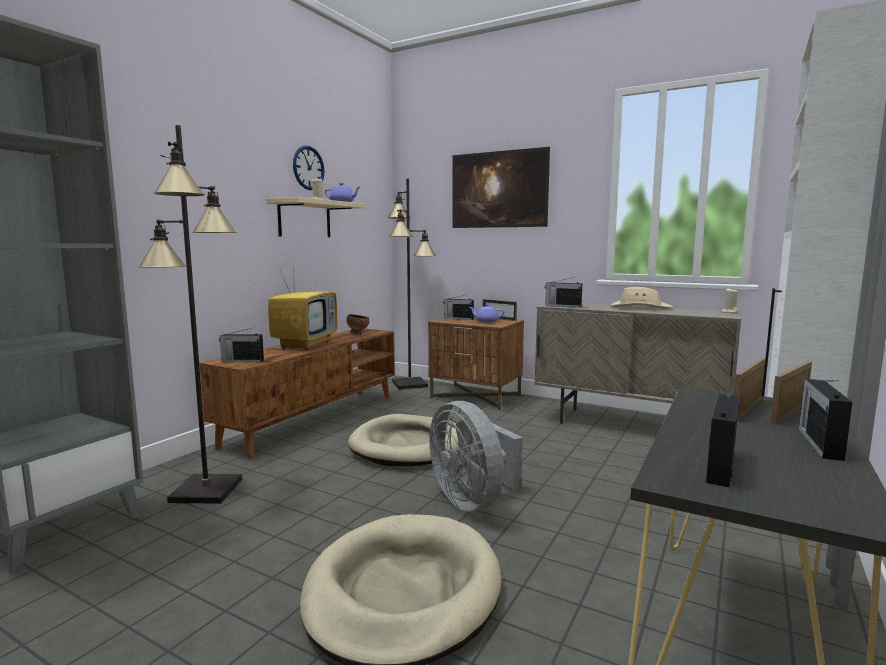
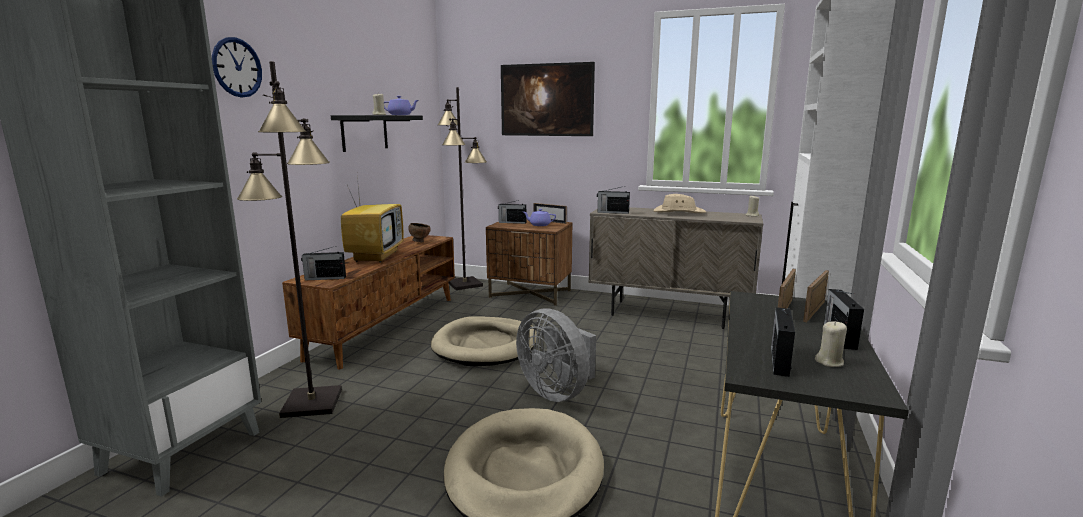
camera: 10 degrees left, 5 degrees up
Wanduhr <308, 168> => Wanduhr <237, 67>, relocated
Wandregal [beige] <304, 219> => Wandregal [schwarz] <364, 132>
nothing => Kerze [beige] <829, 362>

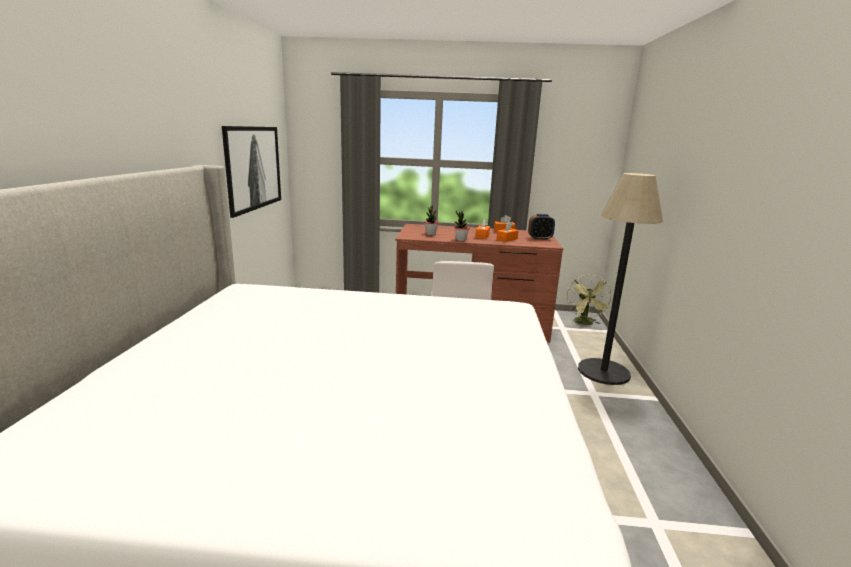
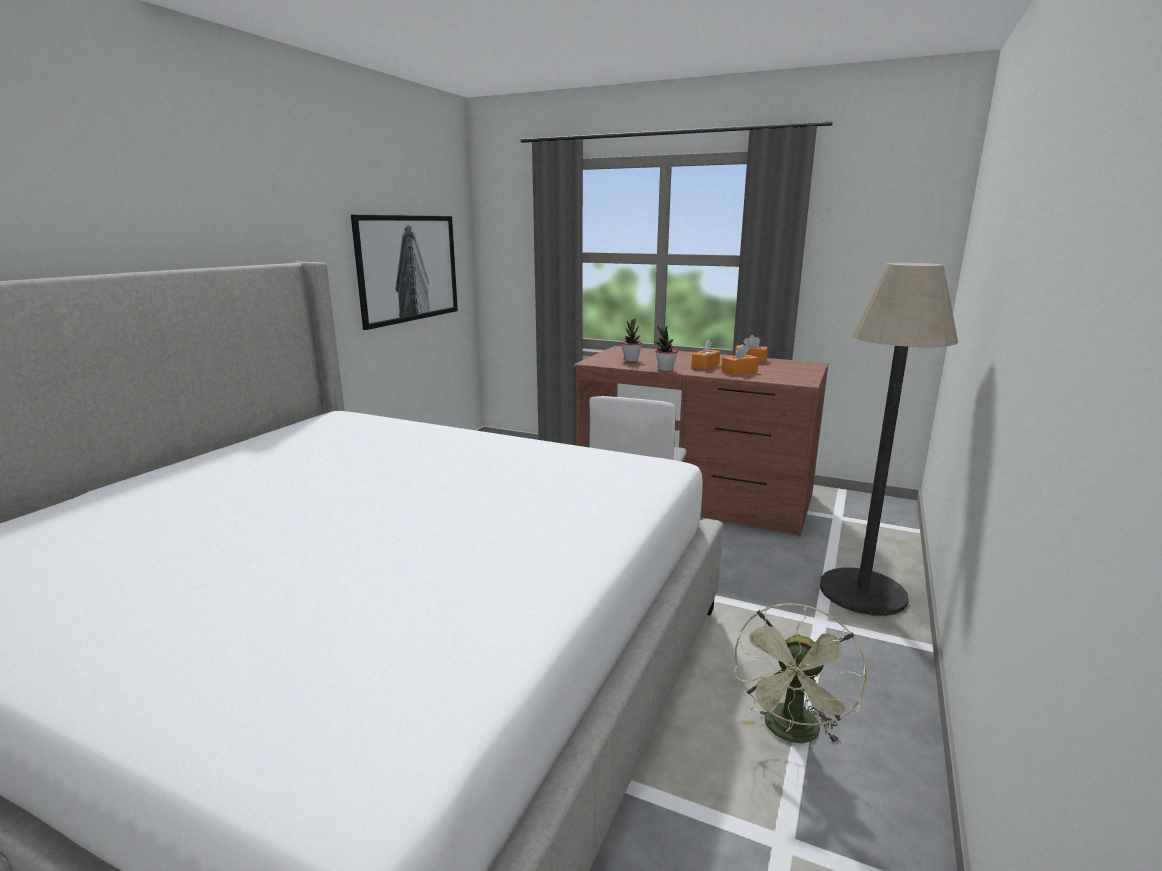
camera: 20 degrees right, 0 degrees up
Wecker <540, 238> => nothing
Ventilator [grün] <585, 323> => Ventilator [grün] <792, 734>, relocated

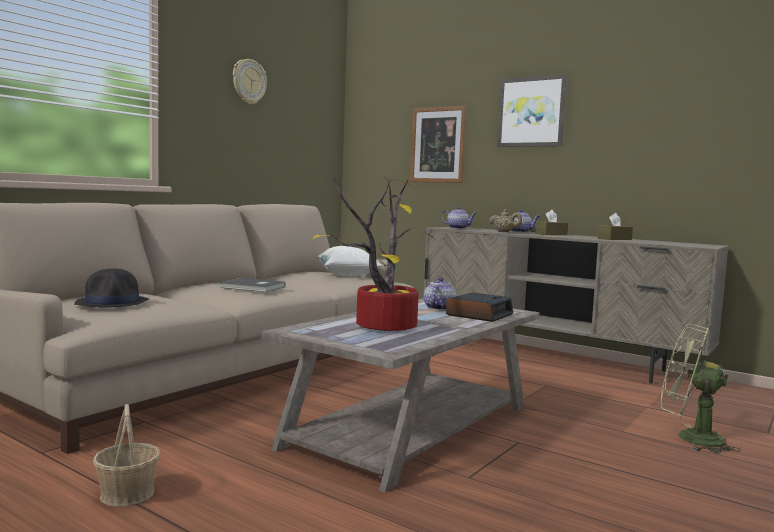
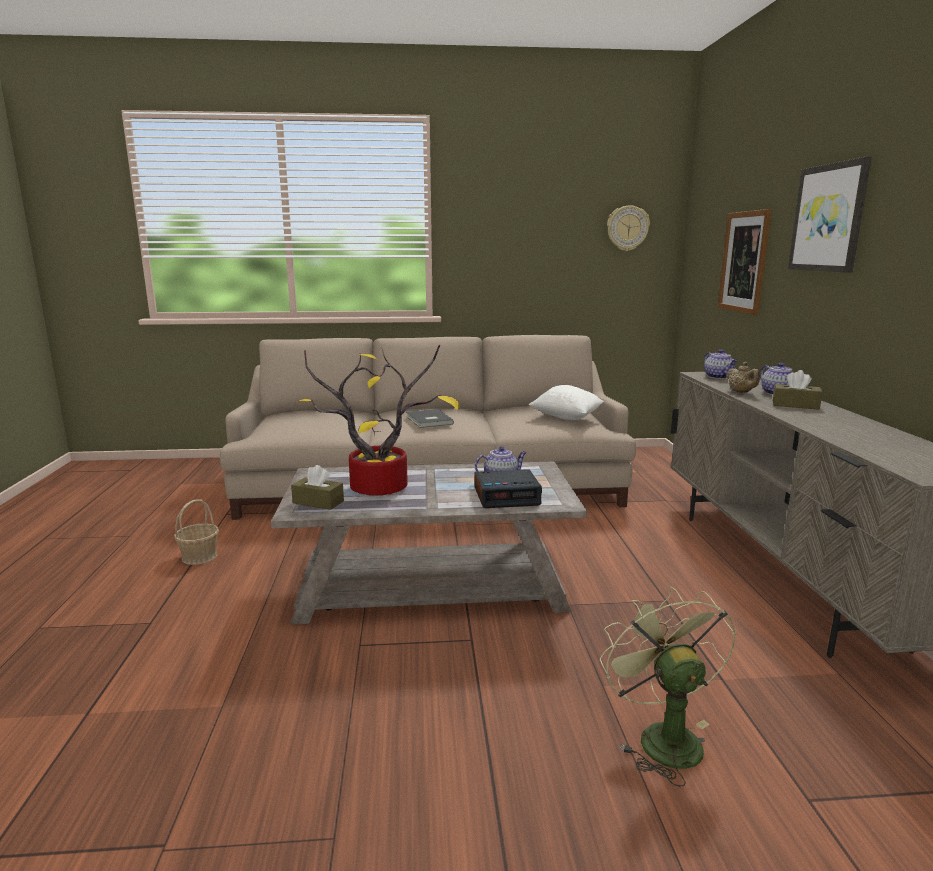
camera: 50 degrees right, 10 degrees up
Wanduhr <248, 81> => Wanduhr <627, 228>, relocated
Taschentuchbox [braun] <614, 239> => Taschentuchbox [braun] <318, 502>, relocated
Hut [schwarz] <113, 303> => nothing

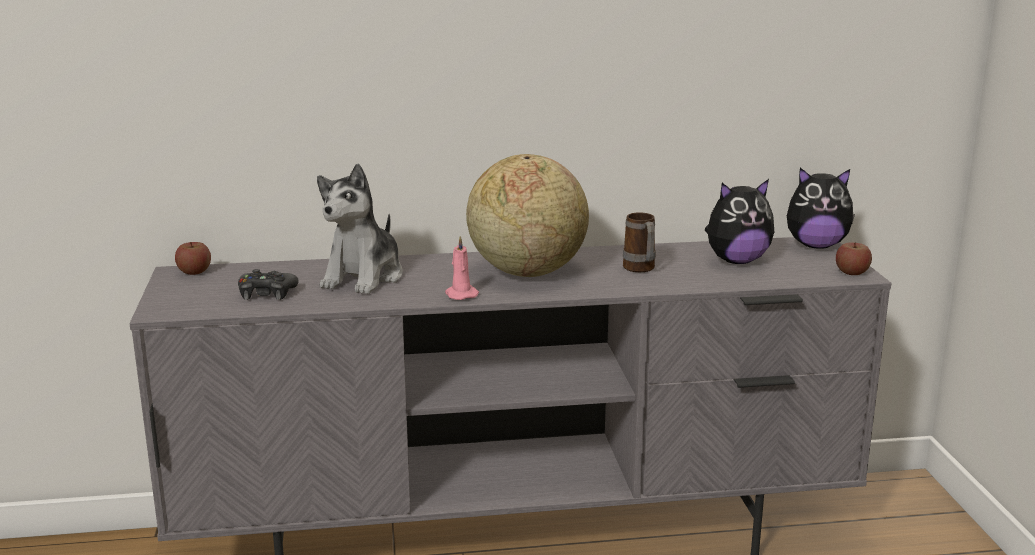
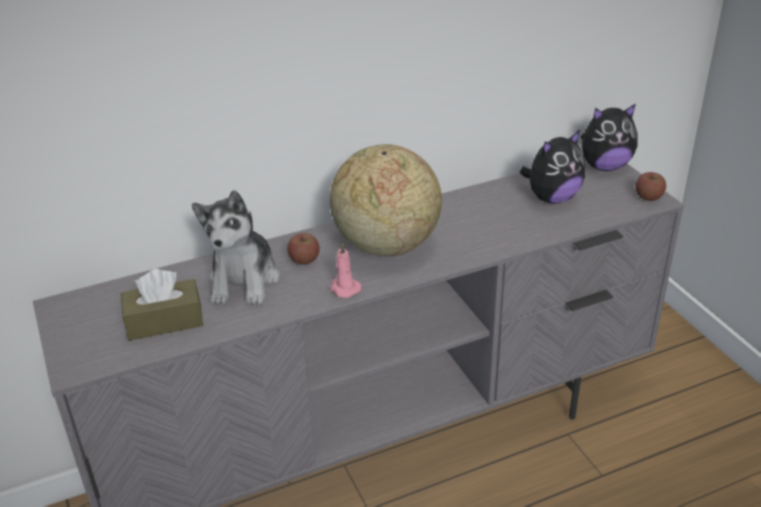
camera: 15 degrees left, 15 degrees up
Henkelbecher <640, 269> => nothing
Apfel <194, 271> => Apfel <304, 259>, relocated
Gamepad [schwarz] <266, 293> => Taschentuchbox [braun] <164, 321>

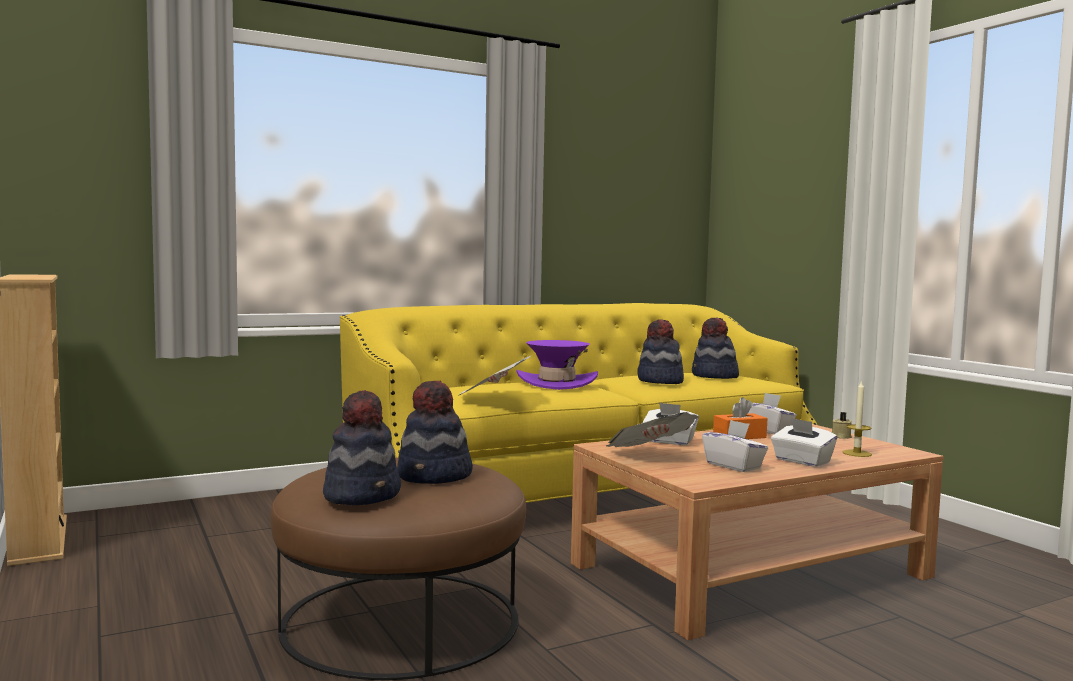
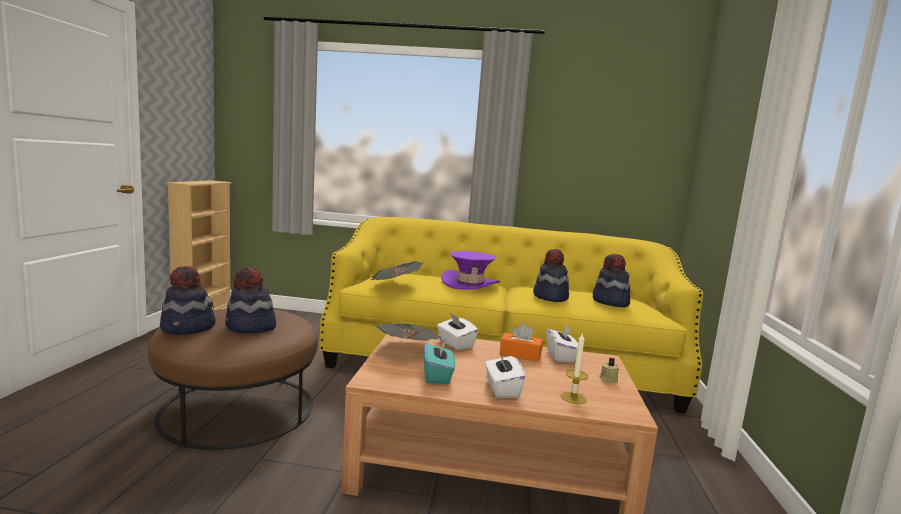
camera: 35 degrees right, 5 degrees up
Taschentuchbox [weiß] <734, 466> => Taschentuchbox [türkis] <437, 376>

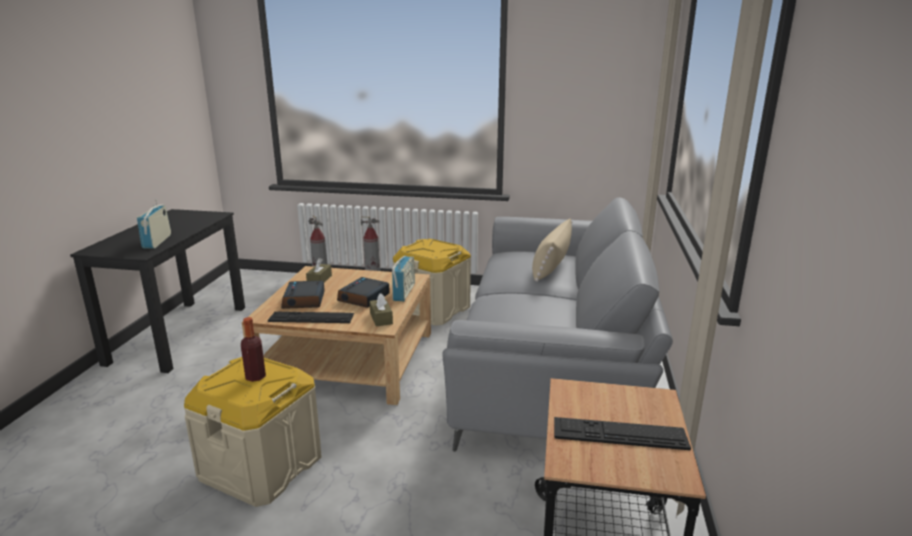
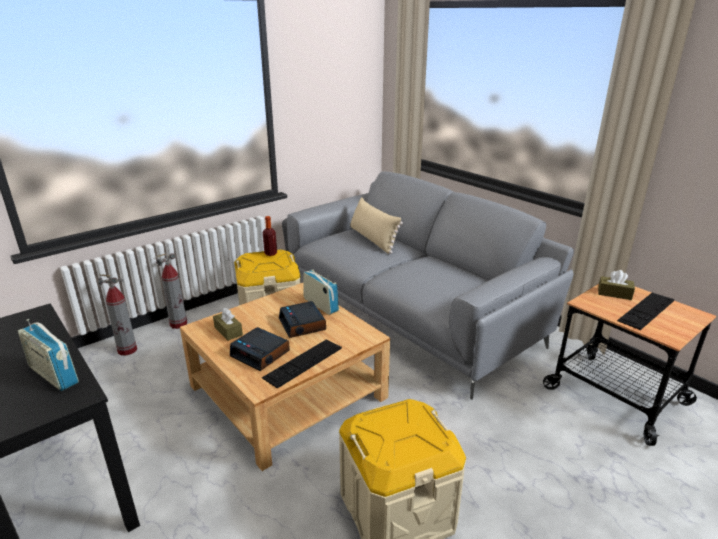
camera: 50 degrees left, 5 degrees up
Taschentuchbox [braun] <381, 318> => Taschentuchbox [braun] <614, 293>, relocated
Flasche <255, 377> => Flasche <270, 253>, relocated

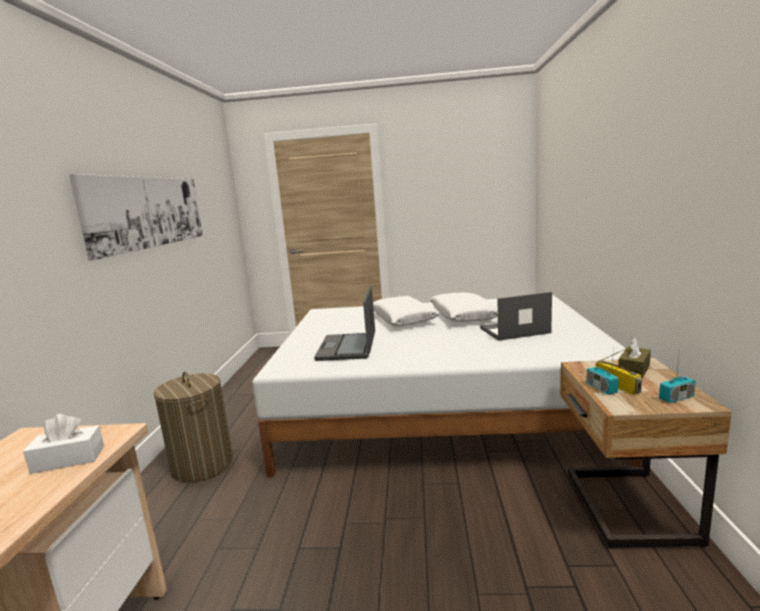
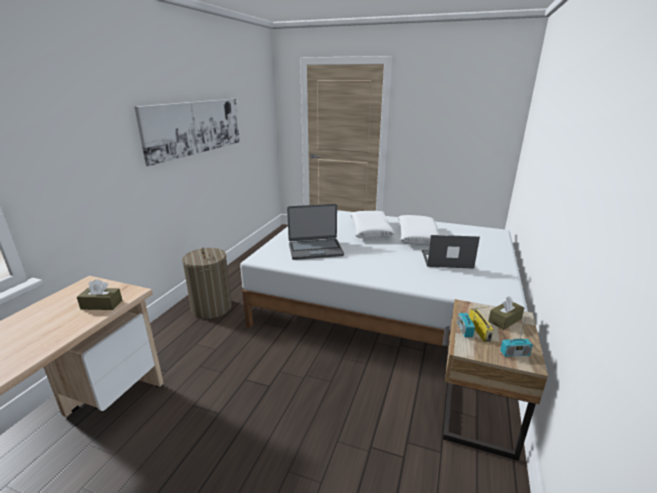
camera: 15 degrees right, 10 degrees up
Laptop <348, 348> => Laptop <315, 249>, 120 degrees counterclockwise
Taschentuchbox [weiß] <68, 459> => Taschentuchbox [braun] <101, 305>

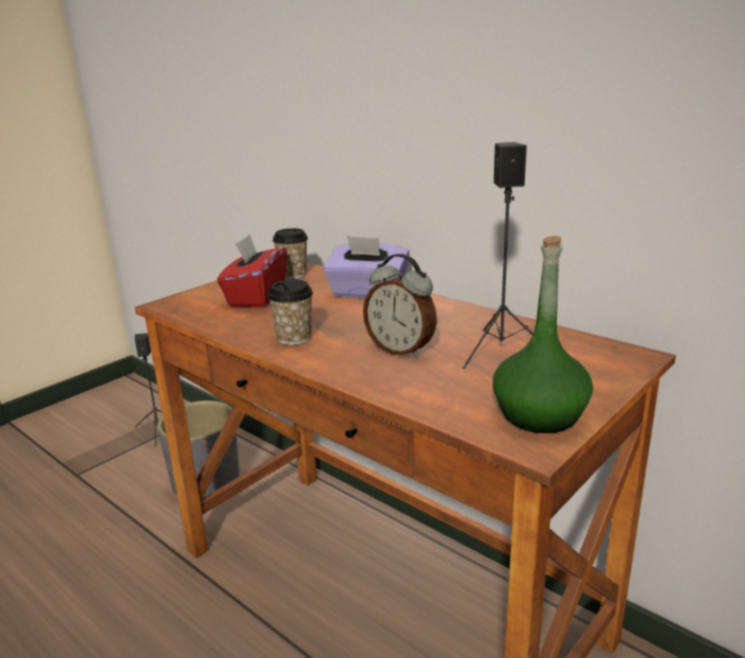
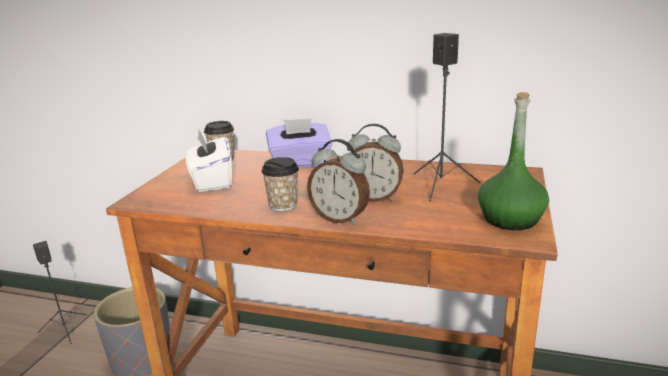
camera: 25 degrees left, 0 degrees up
Taschentuchbox [rot] <256, 296> => Taschentuchbox [weiß] <212, 181>
nothing => Wecker <340, 218>

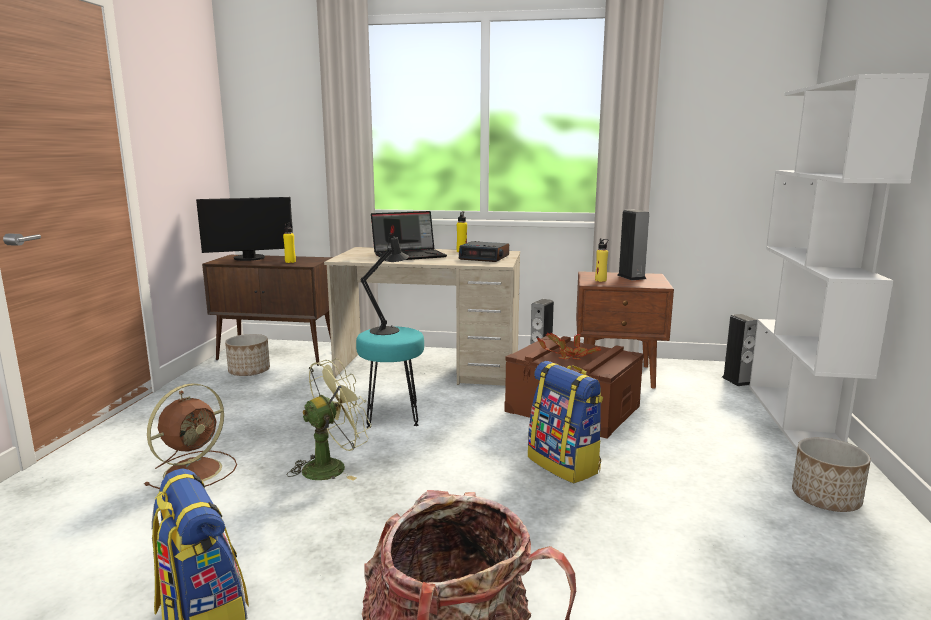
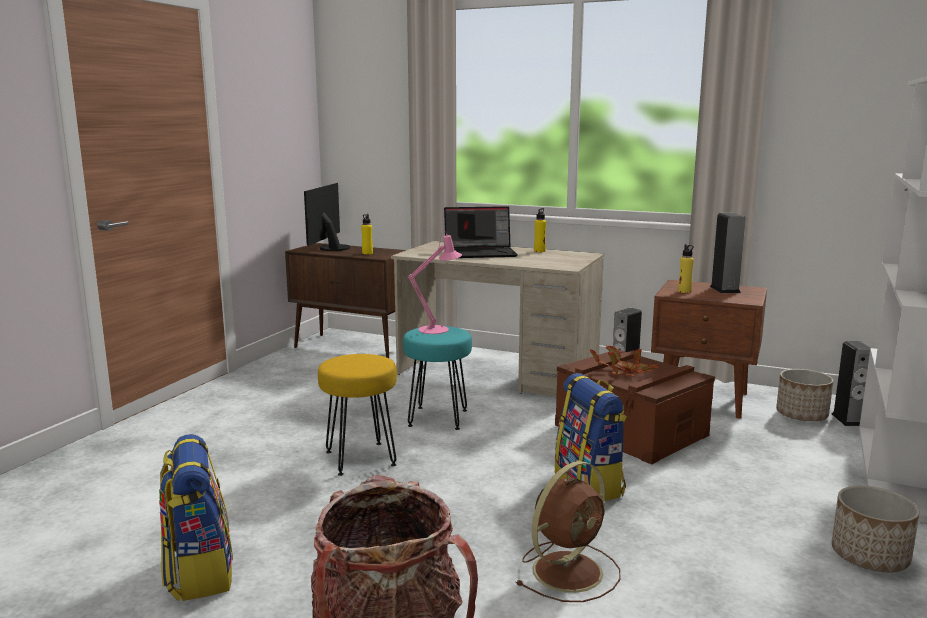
camera: 15 degrees right, 0 degrees up
Monitor <249, 258> => Monitor <331, 248>, 105 degrees clockwise
Tischlampe [schwarz] <388, 329> => Tischlampe [rosa] <437, 329>
Wecker <485, 257> => nothing
Pflanzkübel <249, 372> => Pflanzkübel <801, 415>, relocated
Ventilator [grün] <332, 466> => Hocker [gelb] <359, 458>
Ventilator [braun] <195, 470> => Ventilator [braun] <569, 570>, relocated

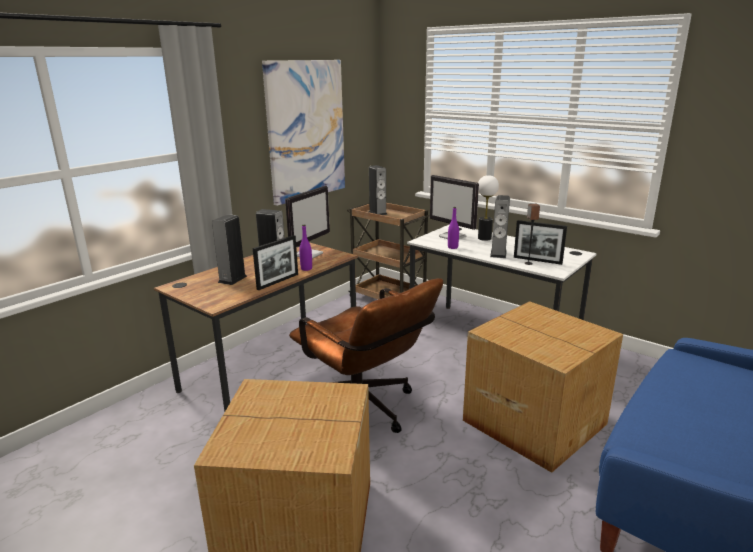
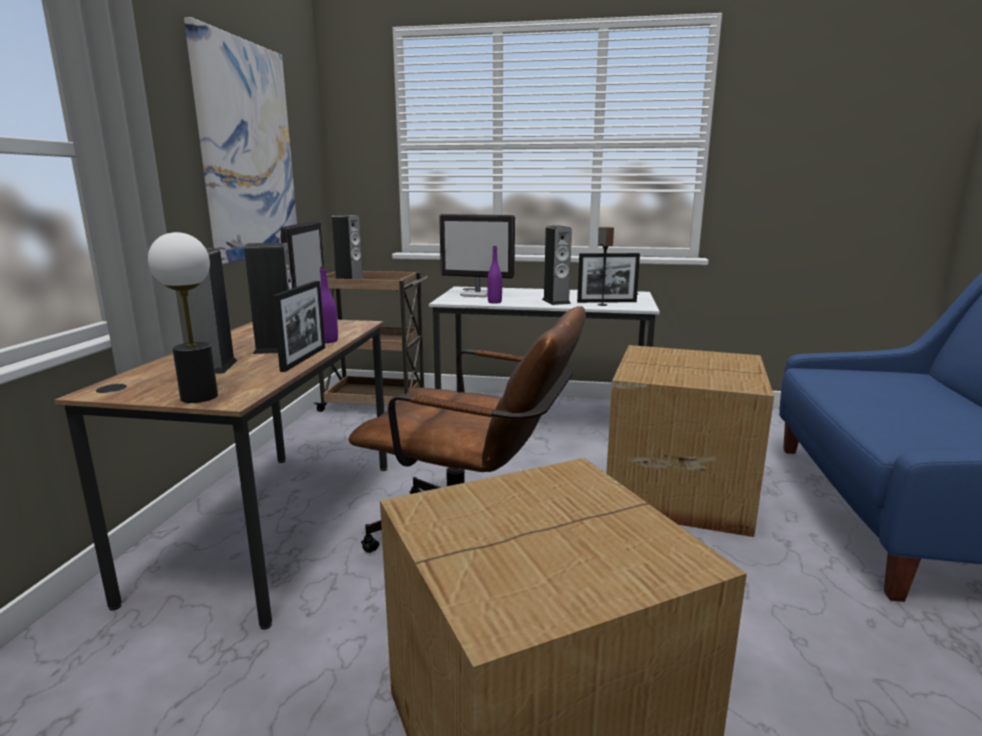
camera: 30 degrees left, 5 degrees down
Tischlampe <484, 238> => Tischlampe <200, 397>, relocated

